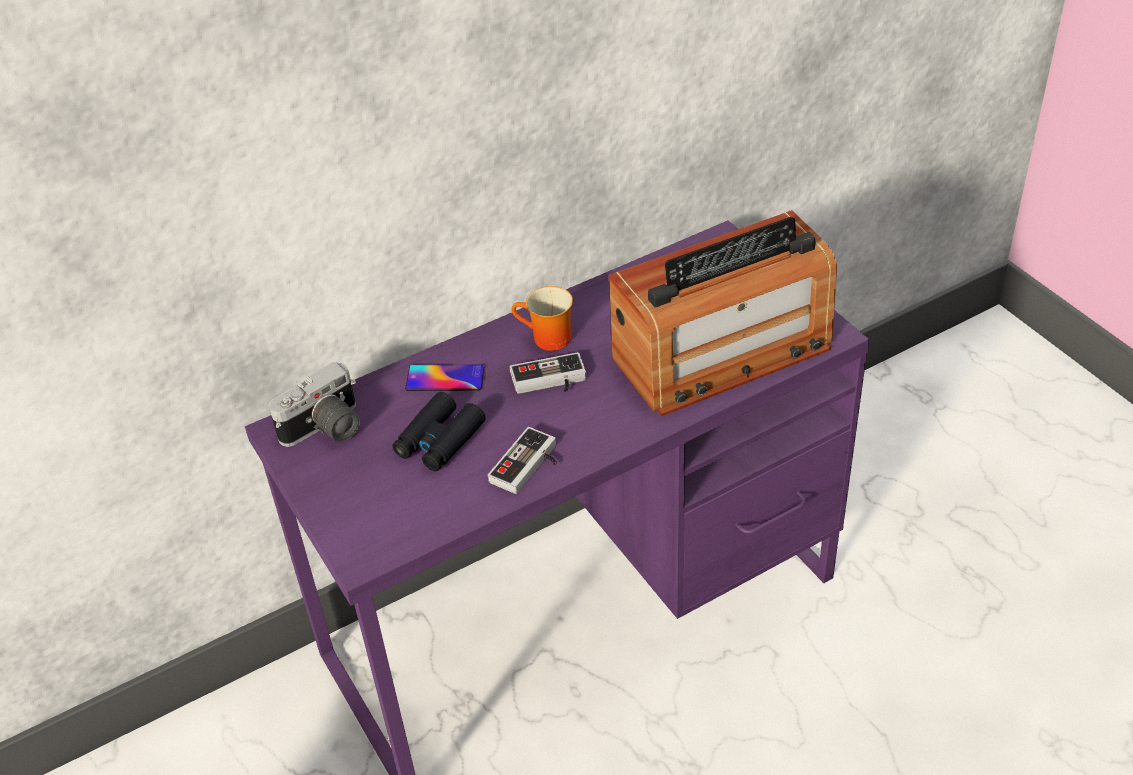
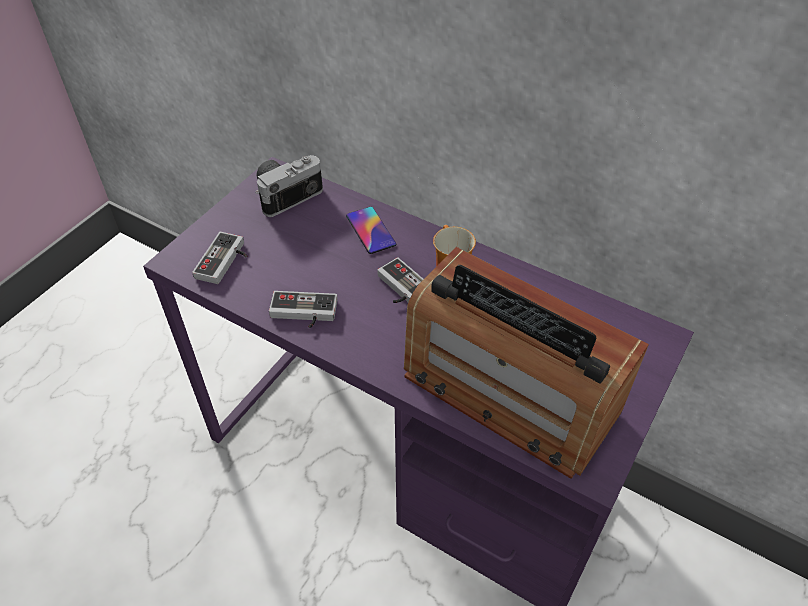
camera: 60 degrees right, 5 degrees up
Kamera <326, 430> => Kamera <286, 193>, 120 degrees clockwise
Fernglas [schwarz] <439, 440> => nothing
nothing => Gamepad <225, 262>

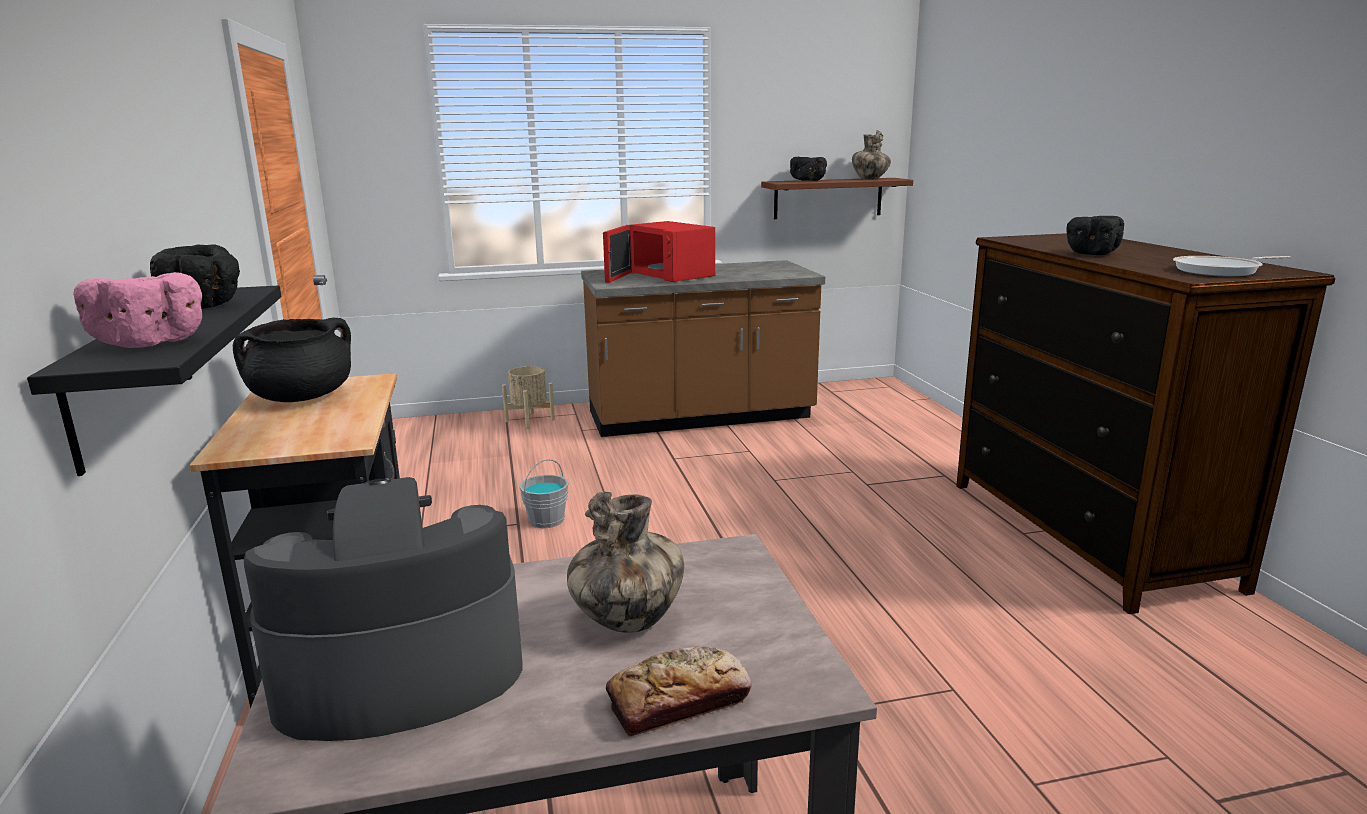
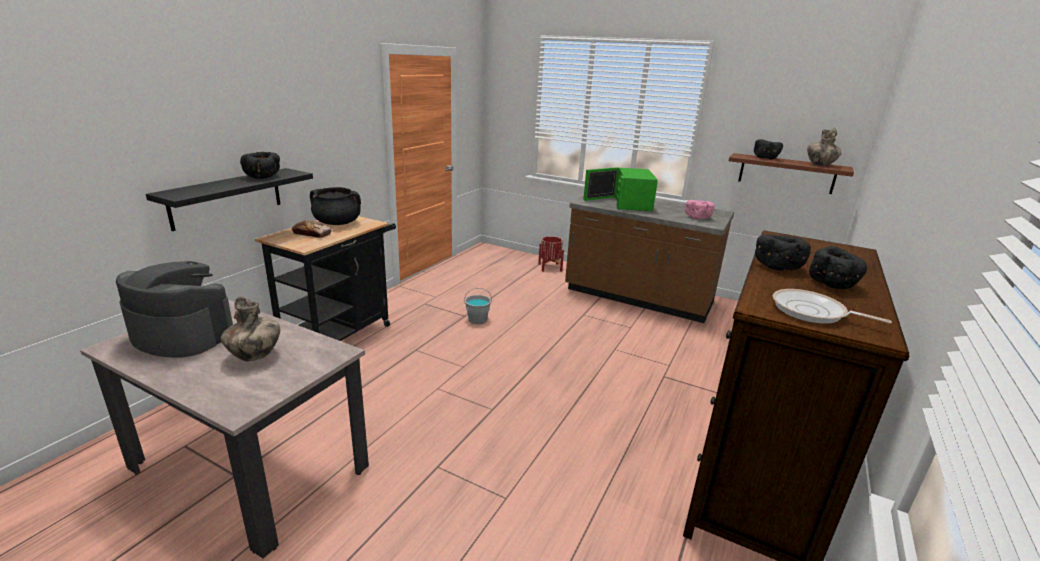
camera: 40 degrees right, 5 degrees up
Mikrowelle [rot] <666, 275> => Mikrowelle [grün] <629, 203>
Schüssel [rosa] <151, 342> => Schüssel [rosa] <697, 217>, relocated
Pflanzkübel [beige] <529, 420> => Pflanzkübel [rot] <550, 267>
Brot <678, 701> => Brot <312, 234>, relocated
nothing => Schüssel [schwarz] <833, 284>

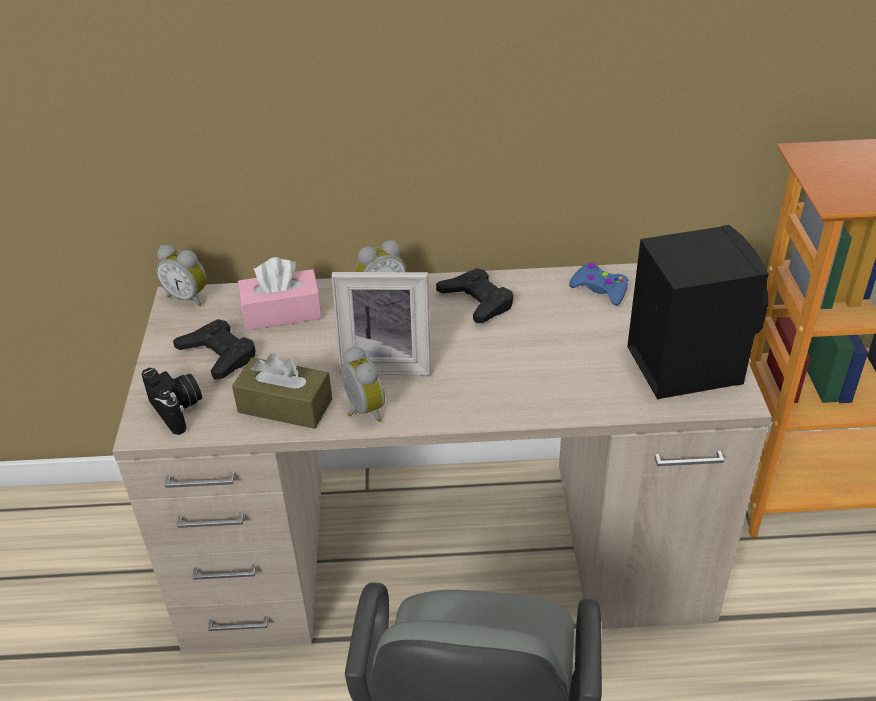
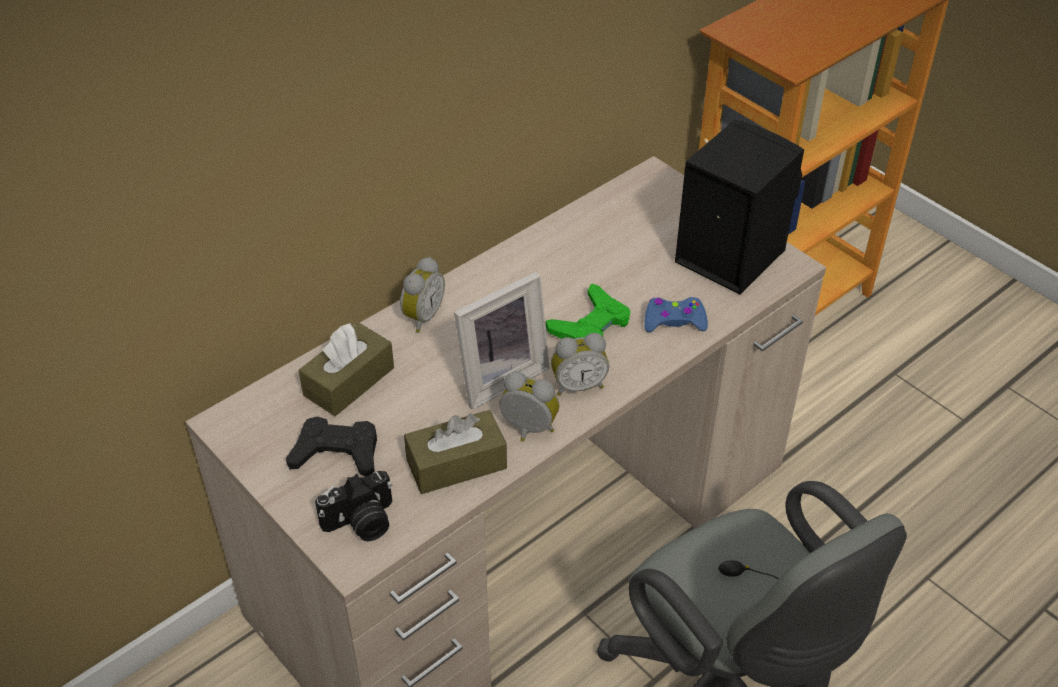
camera: 40 degrees left, 5 degrees up
Wecker <188, 297> => Wecker <578, 385>, relocated
Taschentuchbox [rosa] <282, 312> => Taschentuchbox [braun] <349, 381>
Gamepad [blau] <600, 289> => Gamepad [blau] <674, 321>, relocated
Gamepad [schwarz] <477, 301> => nothing
Kamera <178, 409> => Kamera <361, 523>, 135 degrees clockwise
nothing => Gamepad [grün] <590, 326>

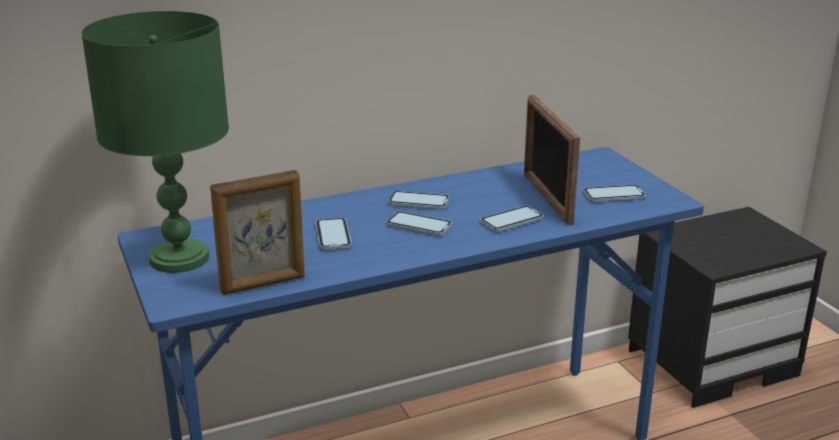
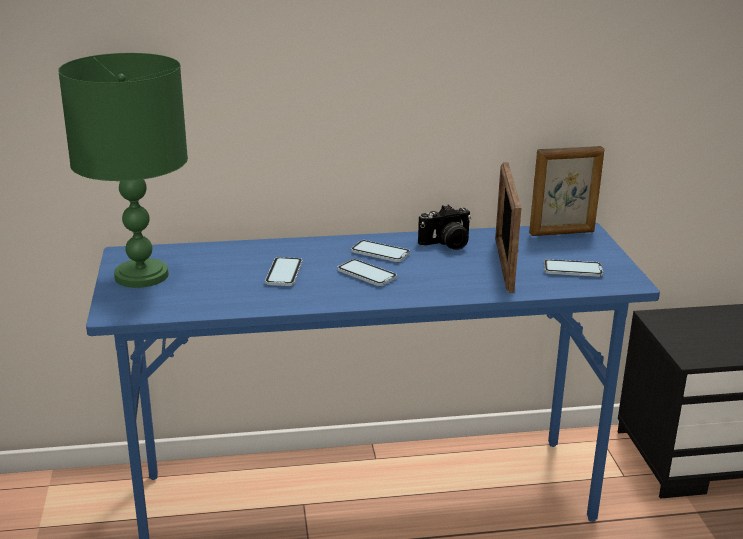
camera: 15 degrees right, 0 degrees up
Bilderrahmen <263, 284> => Bilderrahmen <562, 233>, relocated
Handy <511, 221> => nothing
nothing => Kamera <447, 244>

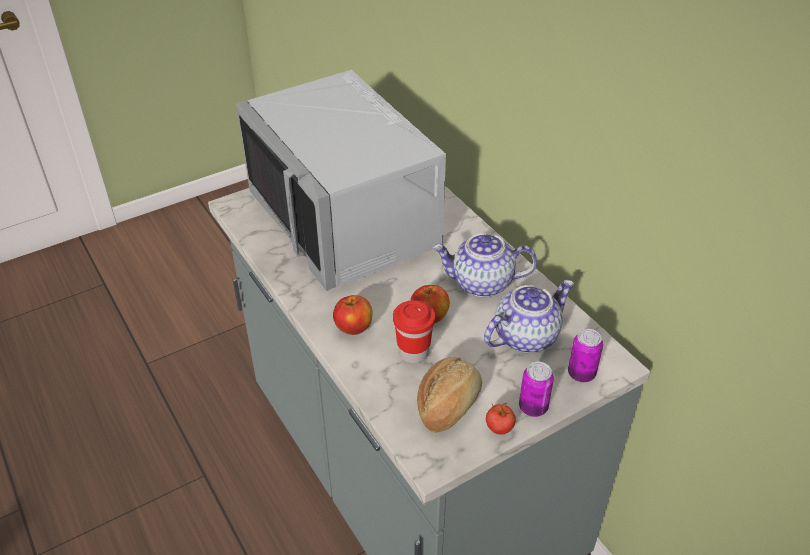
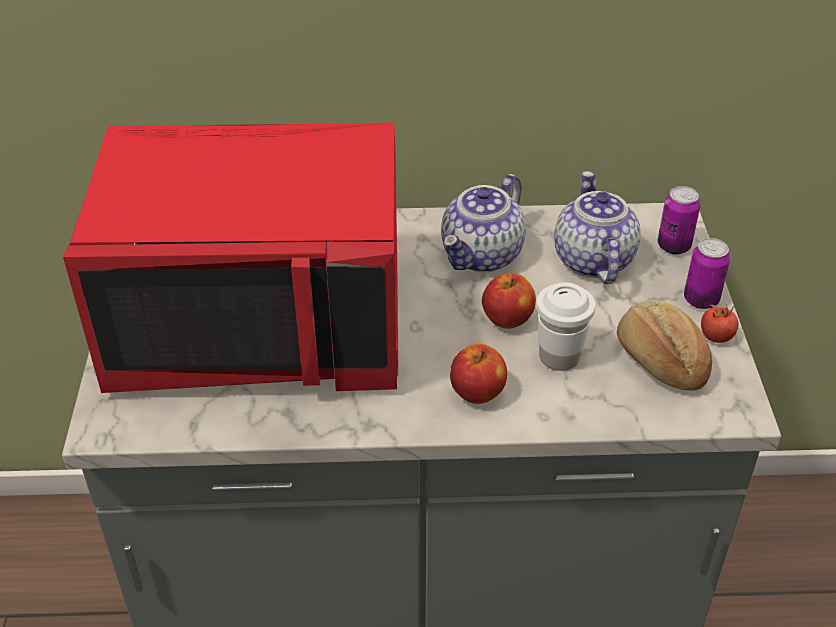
camera: 60 degrees left, 0 degrees up
Mikrowelle [grau] <346, 221> => Mikrowelle [rot] <261, 322>
Tasse [rot] <413, 353> => Tasse [weiß] <559, 357>

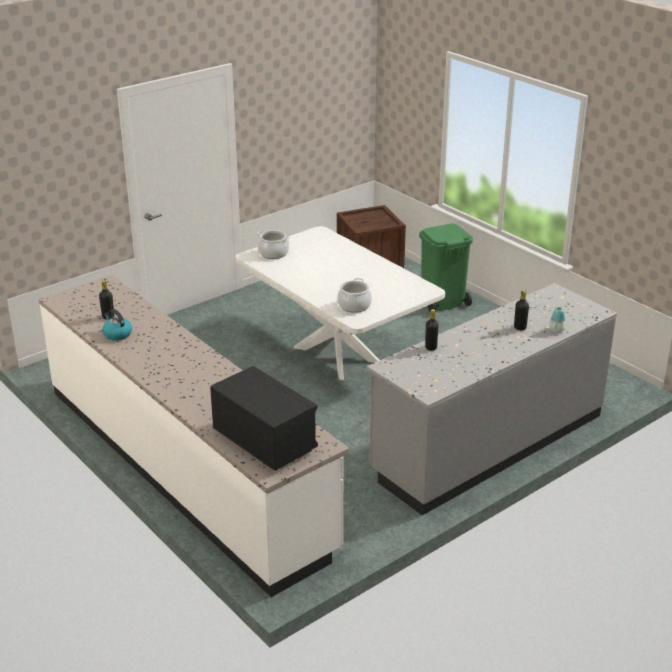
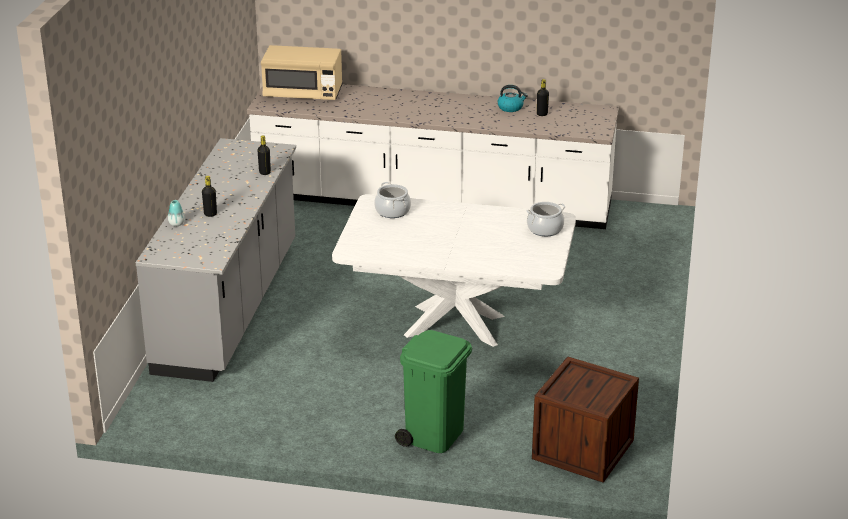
camera: 140 degrees right, 0 degrees up
Mikrowelle [schwarz] <264, 441> => Mikrowelle [beige] <303, 93>

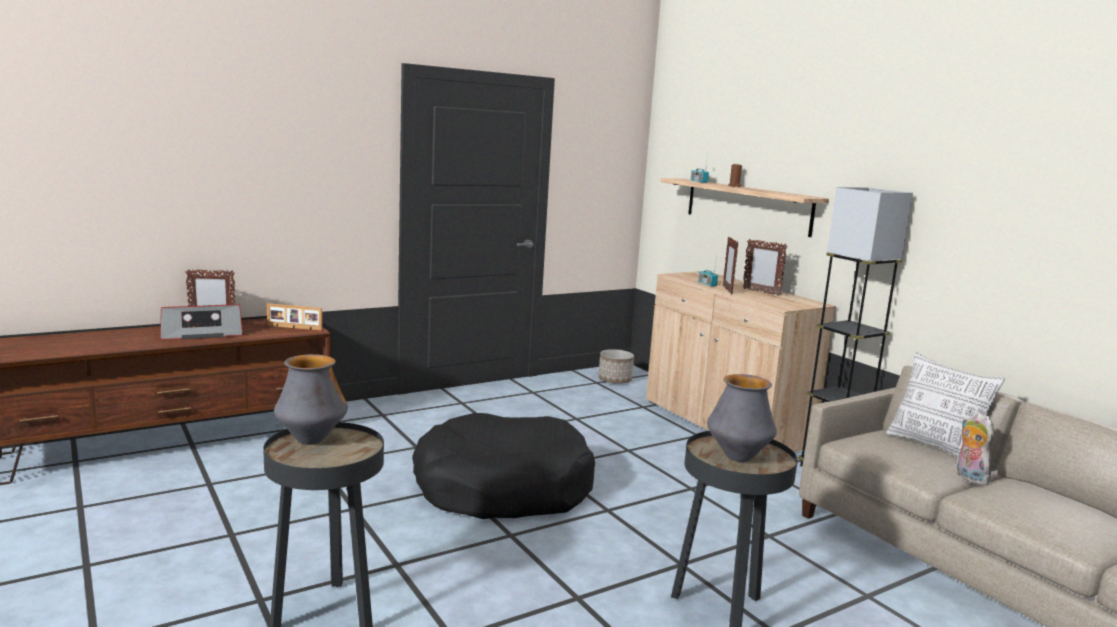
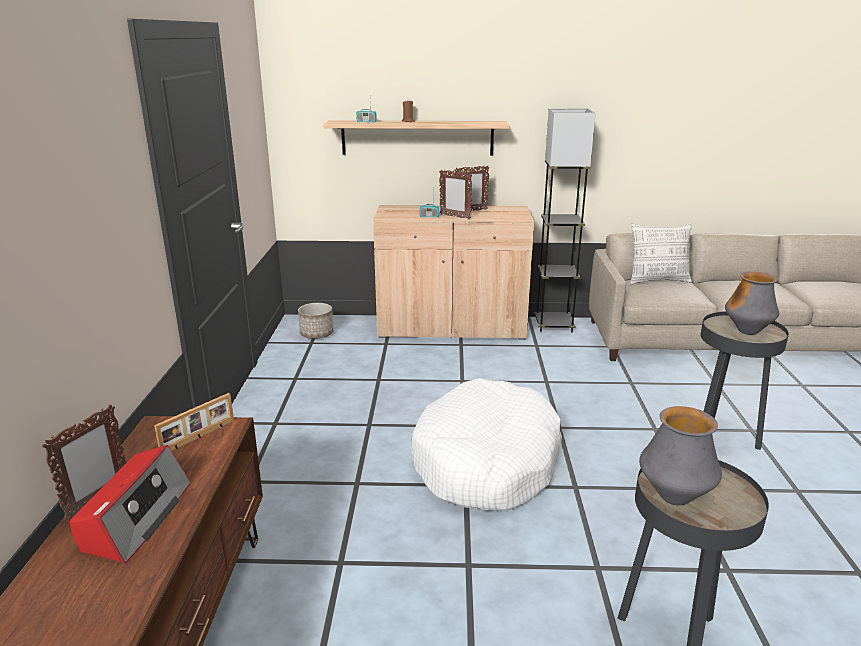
camera: 55 degrees left, 10 degrees up
Hundebett [schwarz] <502, 488> => Hundebett [weiß] <486, 462>
Plüschtier <968, 477> => nothing

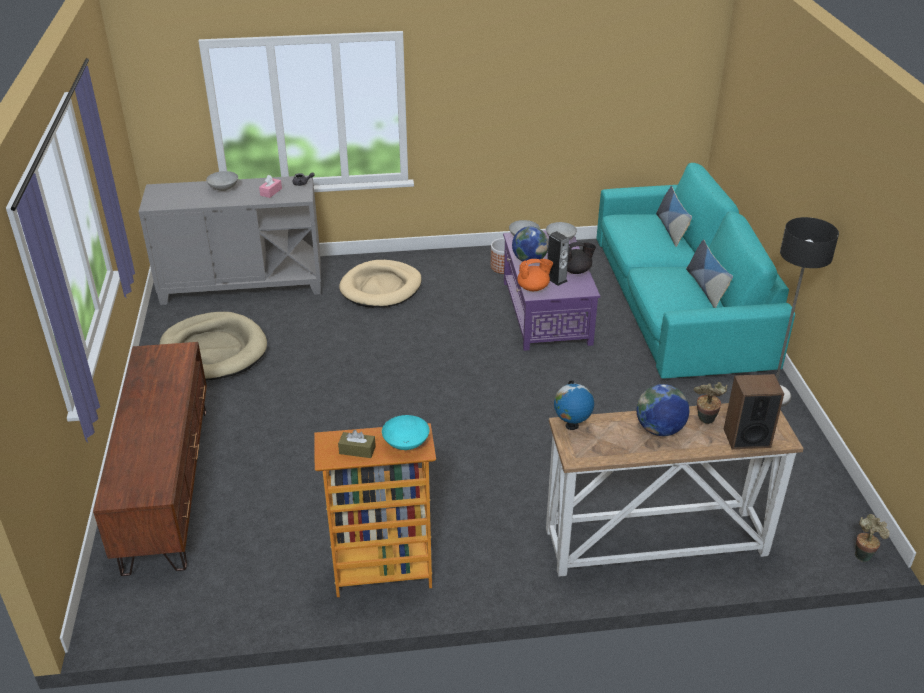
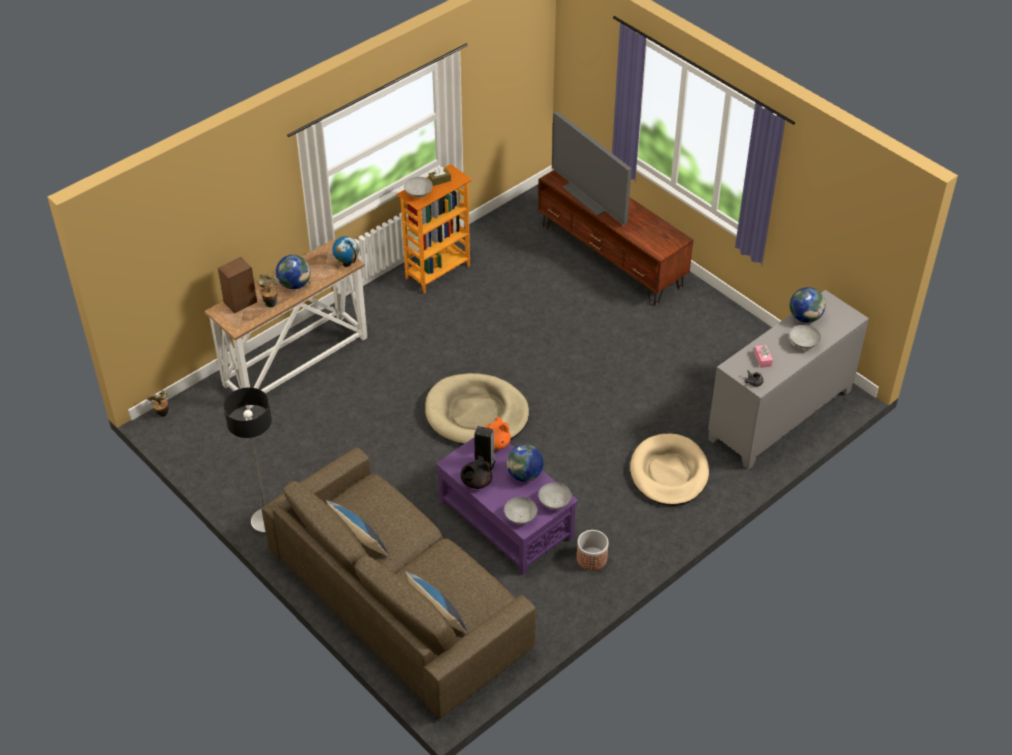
camera: 145 degrees right, 10 degrees up
Sofa [türkis] <678, 301> => Sofa [braun] <399, 597>
Hundebett [beige] <213, 351> => Hundebett [beige] <476, 414>, relocated
Schüssel [türkis] <406, 443> => Schüssel [grau] <419, 194>
nothing => Fernseher <591, 196>
nothing => Globus <805, 317>

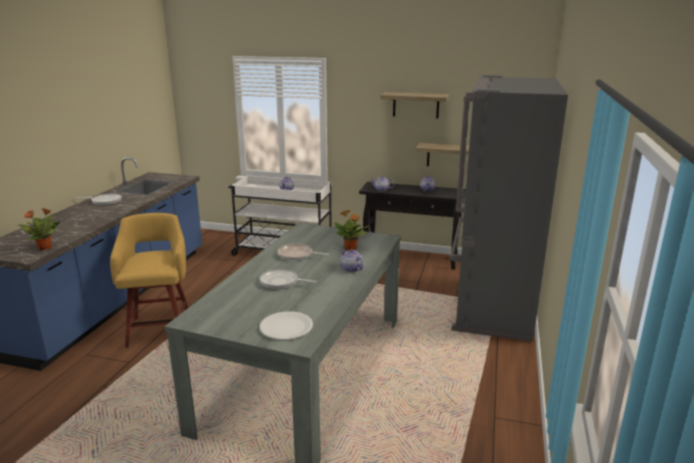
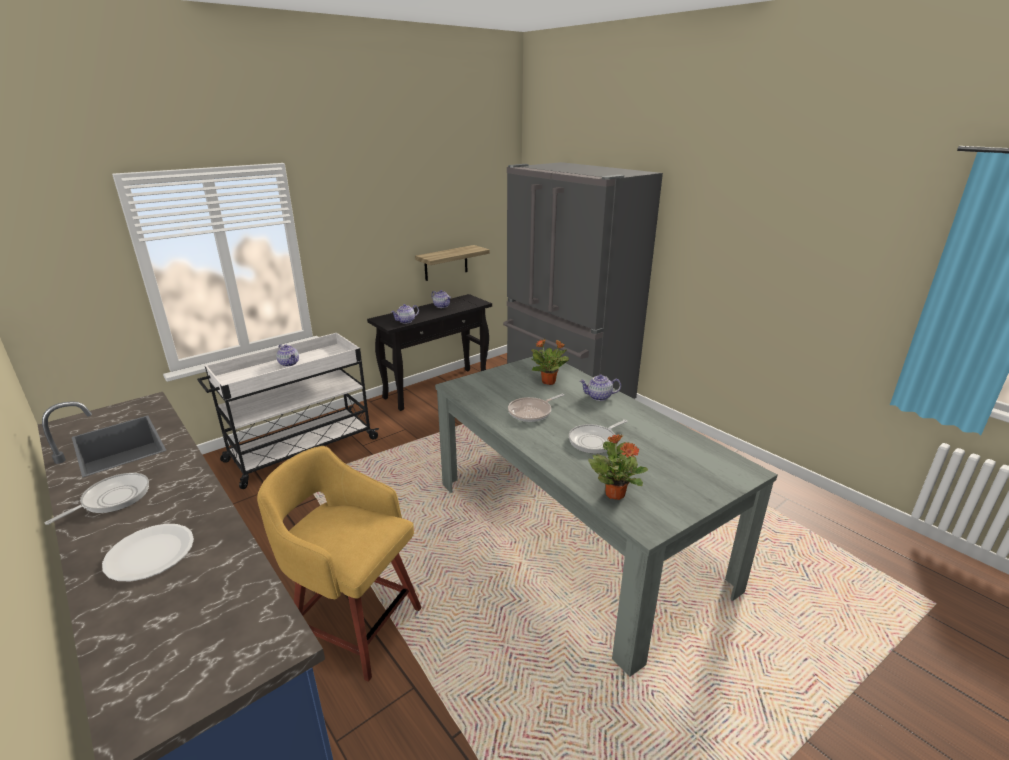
camera: 55 degrees left, 5 degrees up
Wandregal <416, 105> => nothing
Topfpflanze <45, 247> => Topfpflanze <614, 493>, relocated
Teller [weiß] <286, 327> => Teller [weiß] <150, 553>, relocated

